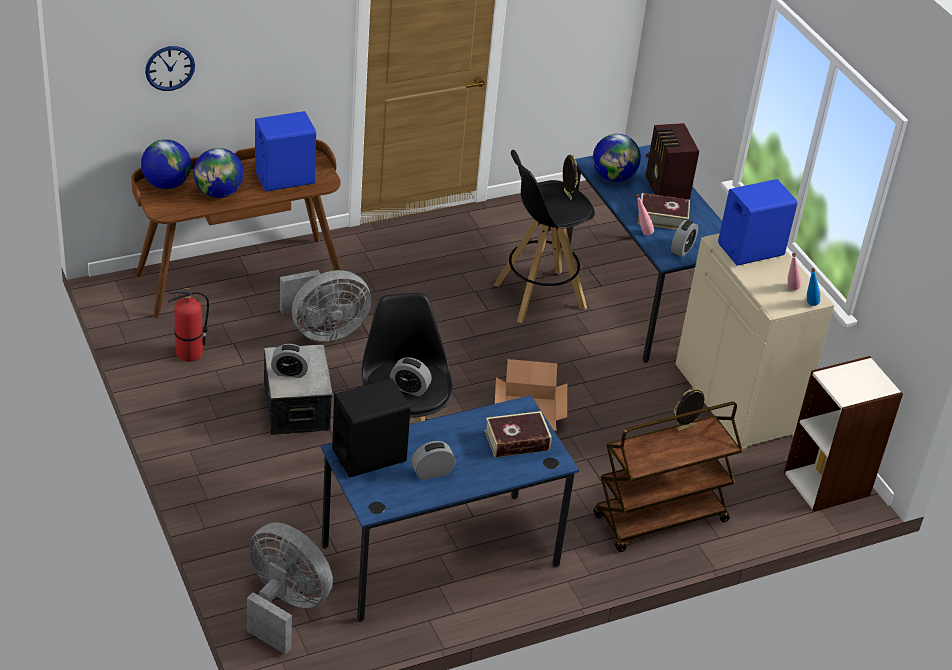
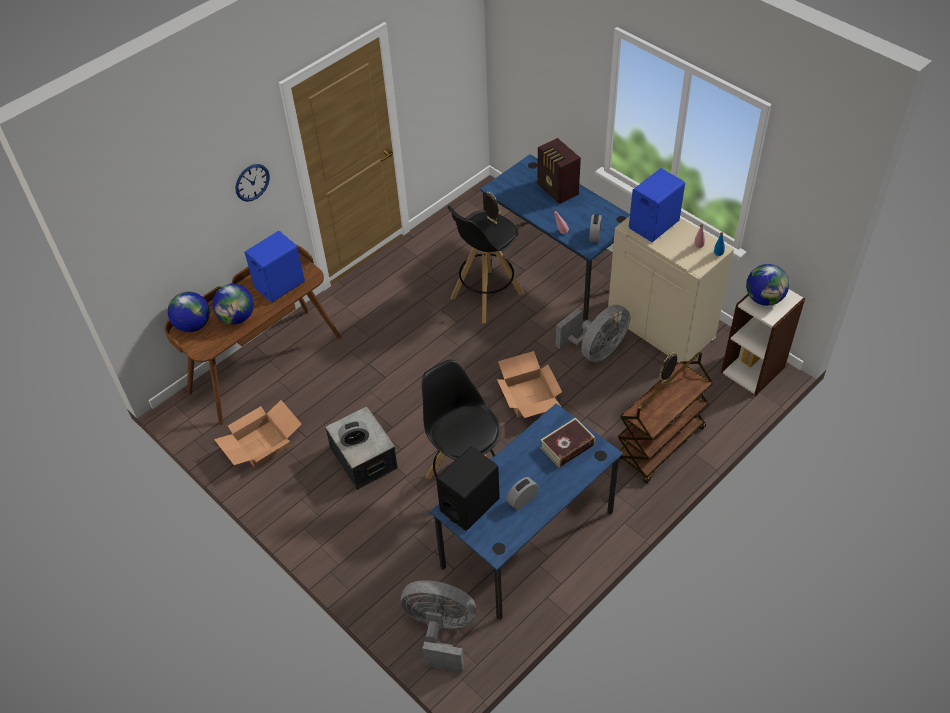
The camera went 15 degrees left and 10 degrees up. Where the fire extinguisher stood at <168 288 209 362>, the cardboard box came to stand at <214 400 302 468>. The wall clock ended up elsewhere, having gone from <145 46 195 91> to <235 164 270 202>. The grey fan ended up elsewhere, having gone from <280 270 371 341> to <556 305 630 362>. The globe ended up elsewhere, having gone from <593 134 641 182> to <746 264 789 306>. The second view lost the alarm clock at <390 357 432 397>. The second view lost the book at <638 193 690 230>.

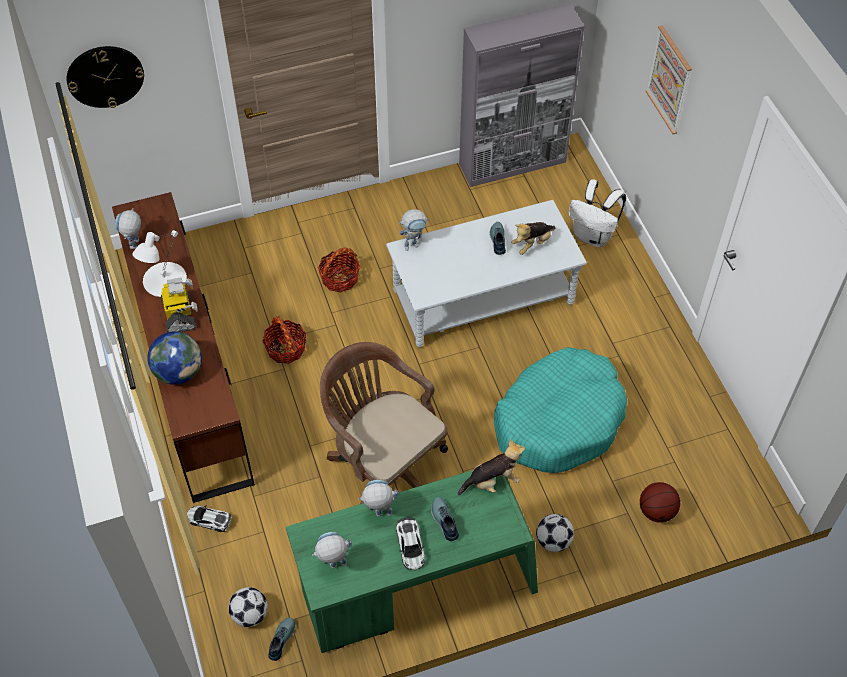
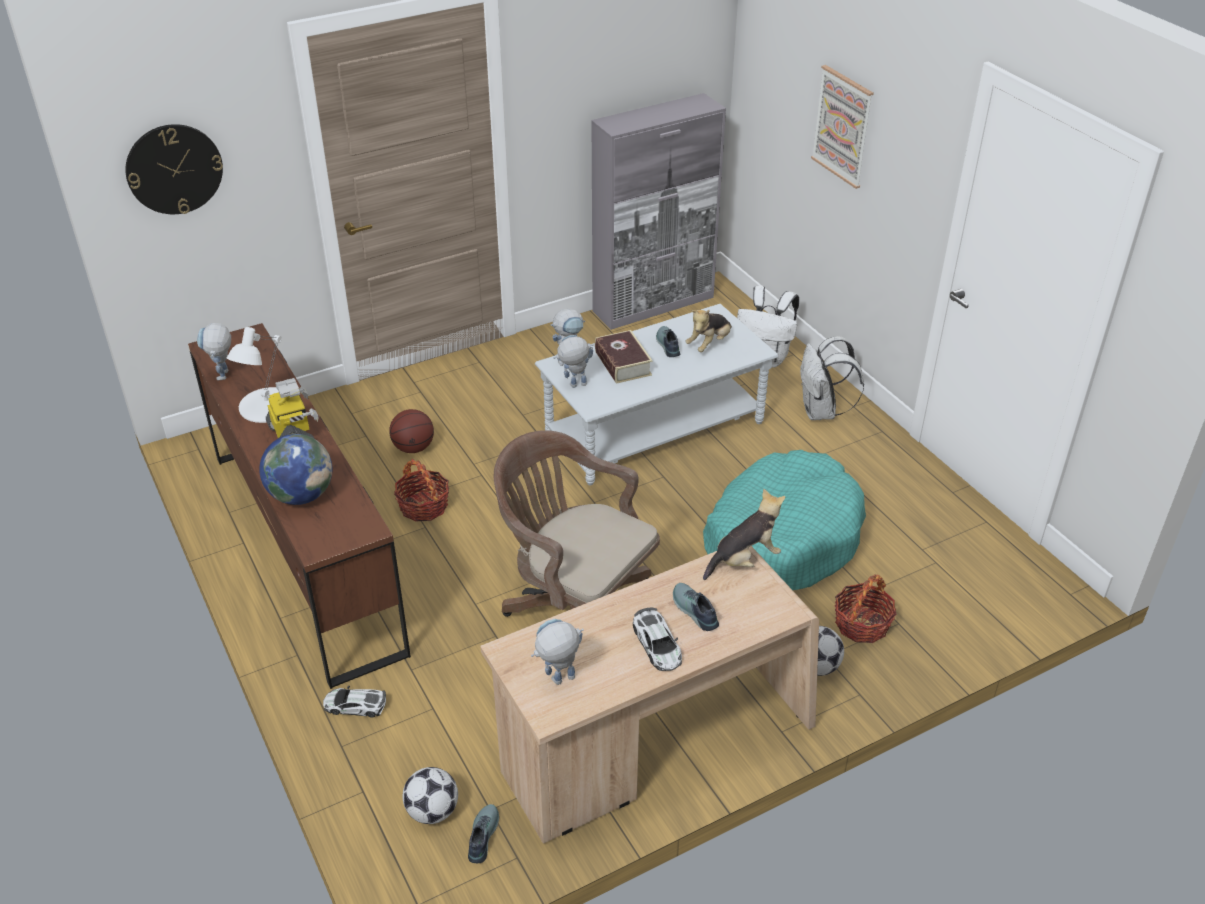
The camera went 10 degrees left and 15 degrees down. The basketball ended up elsewhere, having gone from <640 482 680 523> to <389 409 434 453>. What was the green desk at <286 470 538 653> turned into the beige desk at <480 546 819 844>. The toy robot ended up elsewhere, having gone from <358 480 399 517> to <554 335 593 388>. The second view gained the book at <595 330 653 384>. The second view gained the white backpack at <800 336 864 420>. The basket ended up elsewhere, having gone from <318 247 360 293> to <835 574 896 643>.

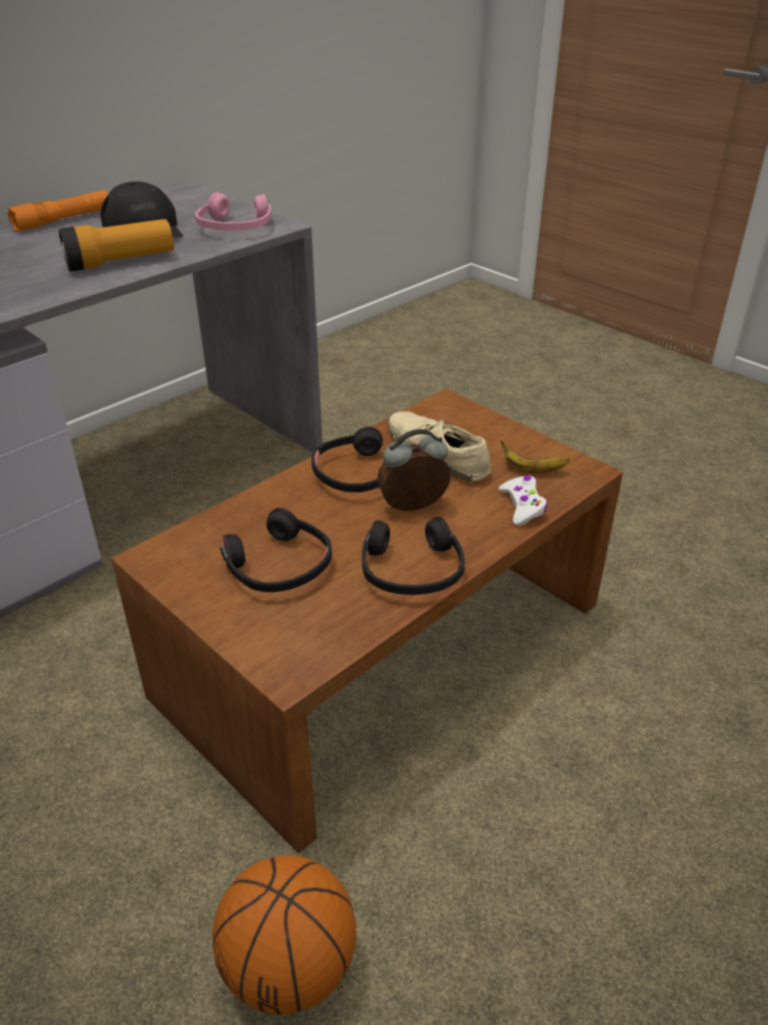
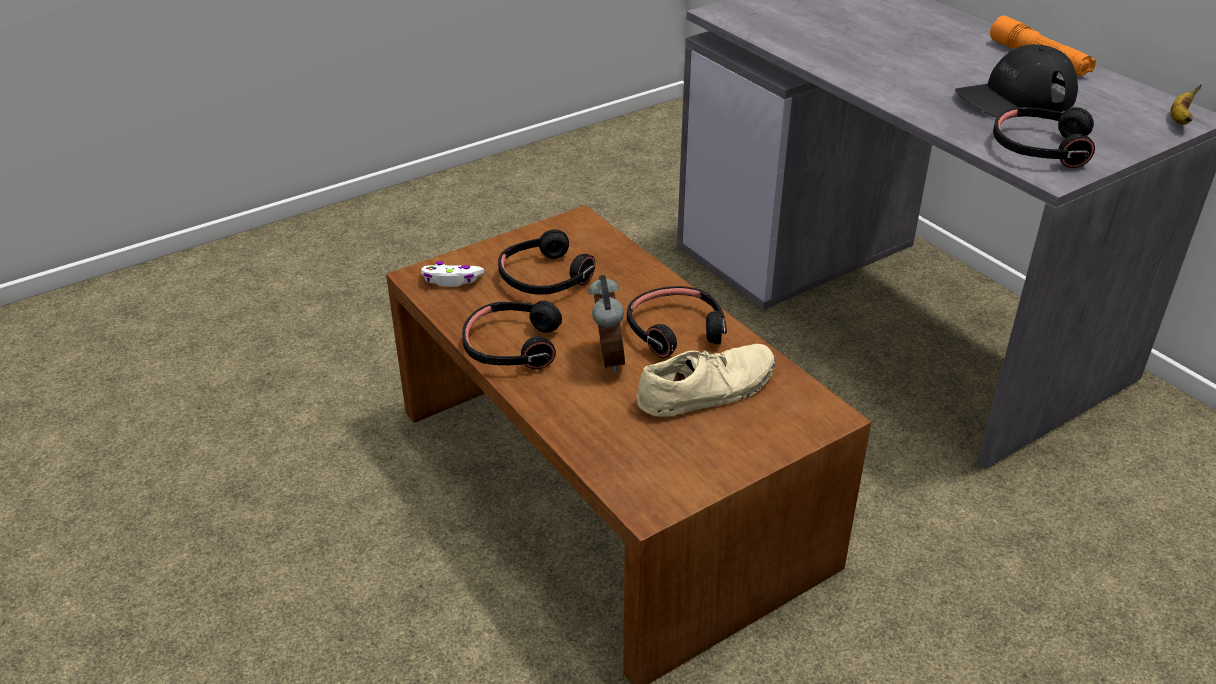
The camera went 100 degrees right and 0 degrees up. The white game controller ended up elsewhere, having gone from <499 475 548 526> to <421 261 484 287>. What was the pink headphones at <195 192 272 230> turned into the black headphones at <993 107 1095 168>. The banana ended up elsewhere, having gone from <501 441 570 473> to <1170 85 1201 125>. The second view lost the flashlight at <59 219 174 272>. The second view lost the basketball at <212 855 356 1015>.

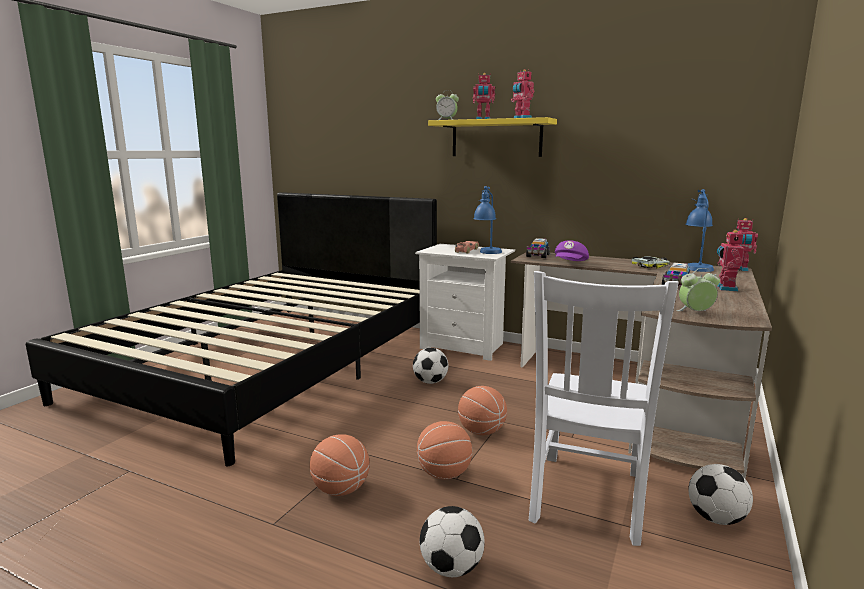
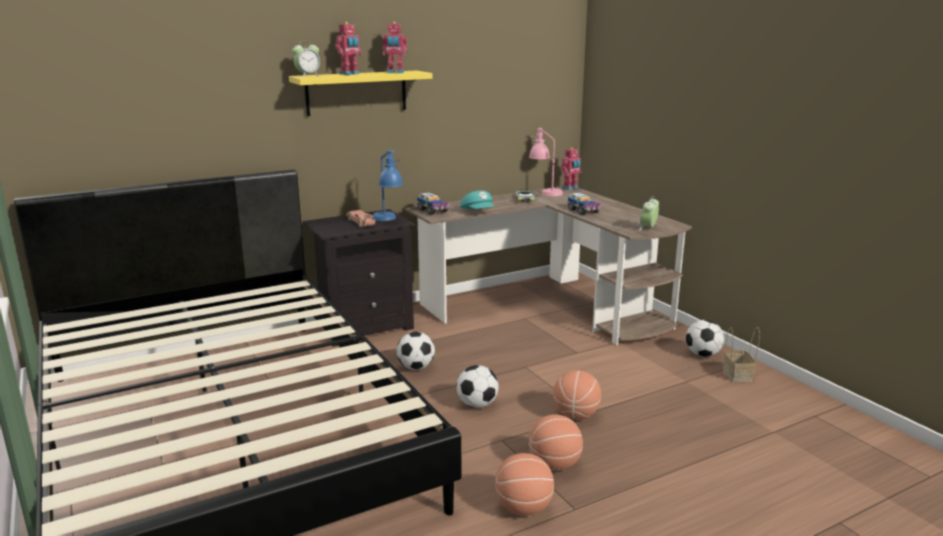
The camera went 55 degrees left and 5 degrees up. What was the white nightstand at <415 244 515 361> turned into the black nightstand at <302 209 415 347>. The football ended up elsewhere, having gone from <420 506 485 577> to <456 365 499 408>. What was the purple cap at <555 240 589 261> turned into the turquoise cap at <460 190 494 209>. The basketball ended up elsewhere, having gone from <458 386 507 435> to <495 453 554 516>. What was the blue table lamp at <685 189 714 272> turned into the pink table lamp at <529 127 563 196>. The second view gained the basket at <723 327 760 382>. The second view lost the white chair at <529 271 679 546>. The second view lost the toy robot at <717 230 744 291>.

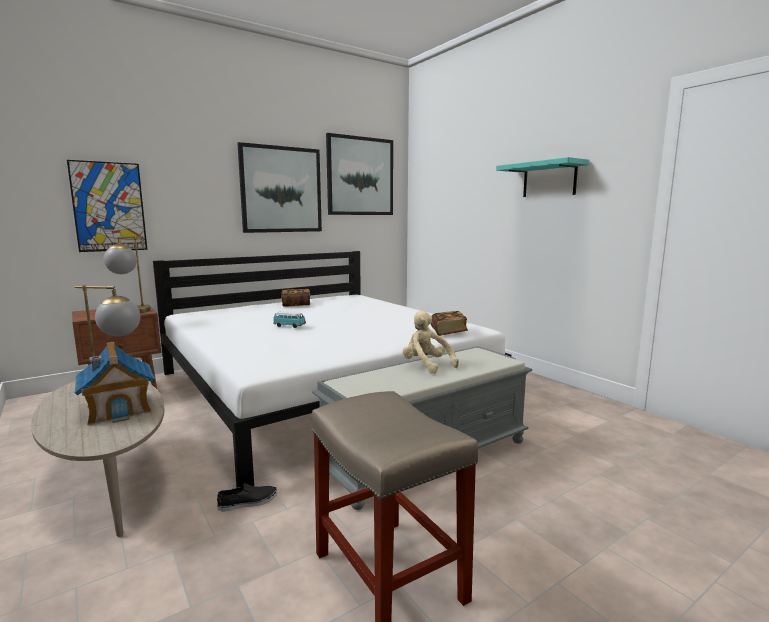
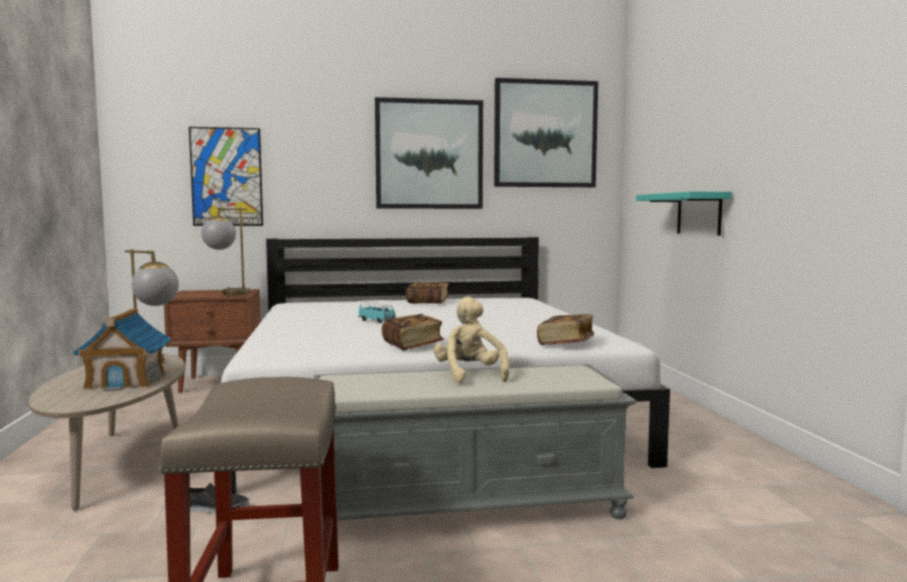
The camera went 25 degrees right and 5 degrees down. The second view gained the book at <382 314 444 350>. The turquoise shelf ended up elsewhere, having gone from <496 157 590 197> to <636 191 732 236>.

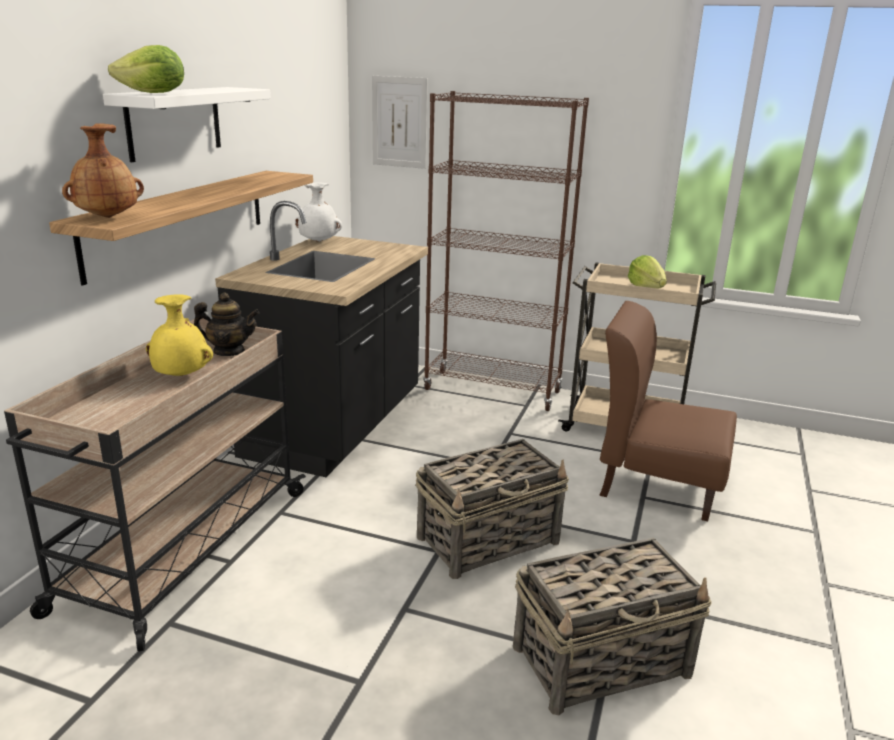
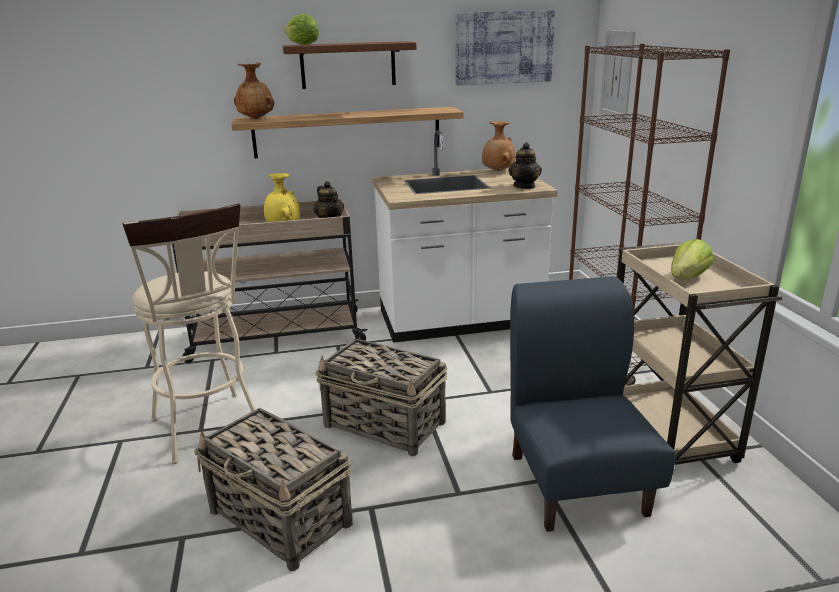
The camera went 60 degrees right and 0 degrees up. The second view gained the beige stool at <122 204 256 464>. What was the white shelf at <103 87 271 162> turned into the brown shelf at <283 41 417 89>. What was the black counter at <215 201 428 477> turned into the white counter at <372 130 558 343>. The second view gained the picture at <455 10 555 85>. What was the white vase at <295 183 342 242> turned into the brown vase at <482 121 515 171>. The second view gained the teapot at <508 142 542 189>. What was the brown chair at <599 301 737 522> turned into the blue chair at <510 276 675 532>.

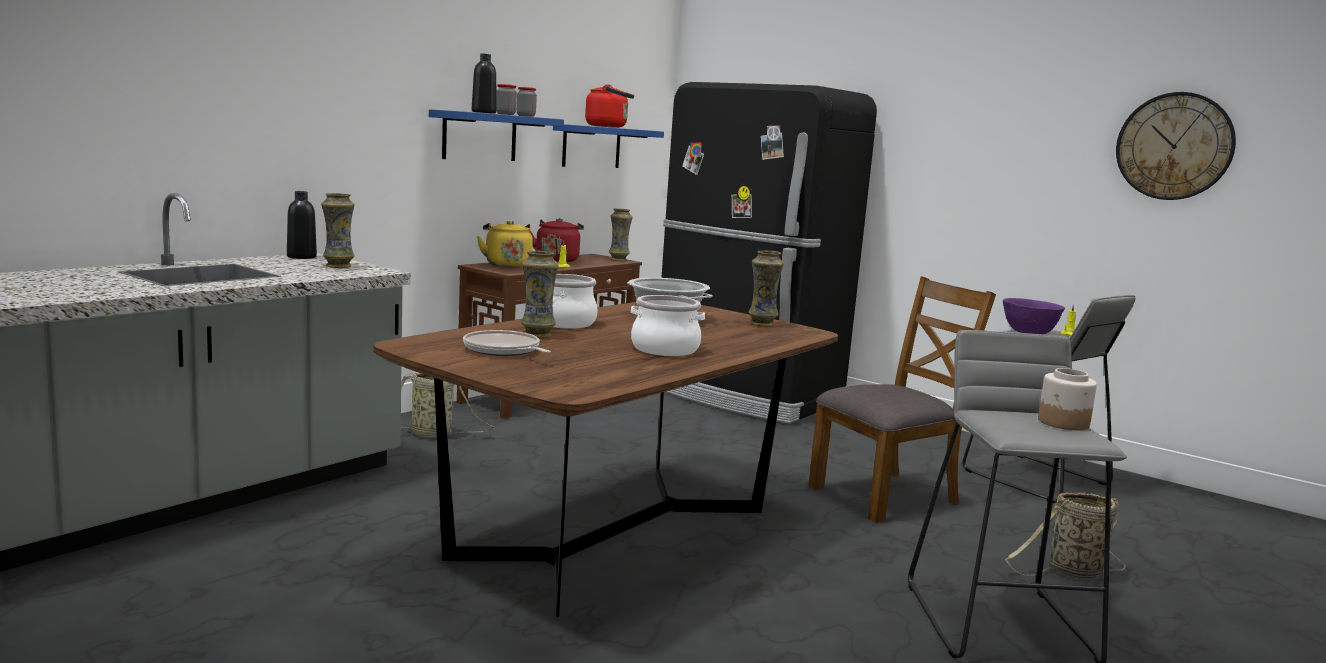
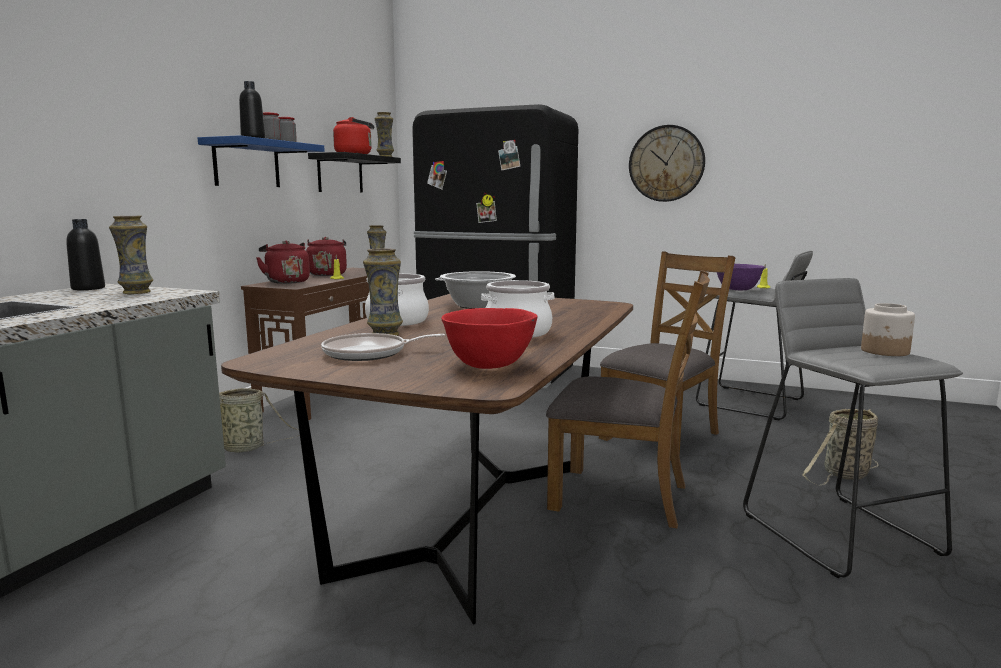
The camera went 15 degrees left and 0 degrees up. What was the yellow kettle at <477 221 533 268> turned into the red kettle at <256 241 310 284>. What was the blue shelf at <553 124 664 168> turned into the black shelf at <308 152 401 192>. The frying pan at <463 330 551 356> ended up facing another way, 45 degrees counterclockwise from before. The vase ended up elsewhere, having gone from <749 251 784 327> to <375 112 394 157>. The second view gained the red bowl at <441 308 538 369>. The second view gained the brown chair at <546 270 710 528>. The wall clock ended up elsewhere, having gone from <1116 92 1236 200> to <629 125 705 202>.

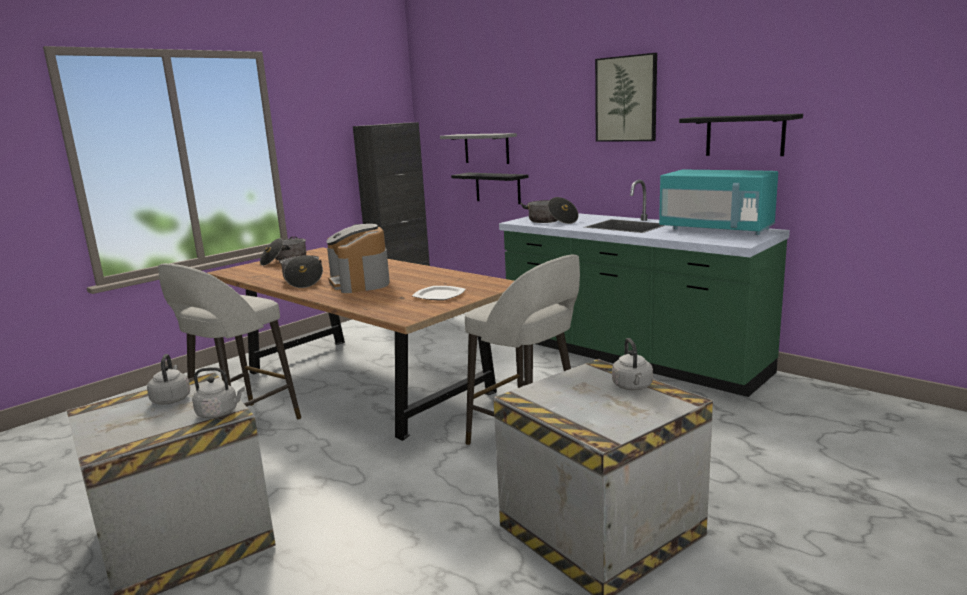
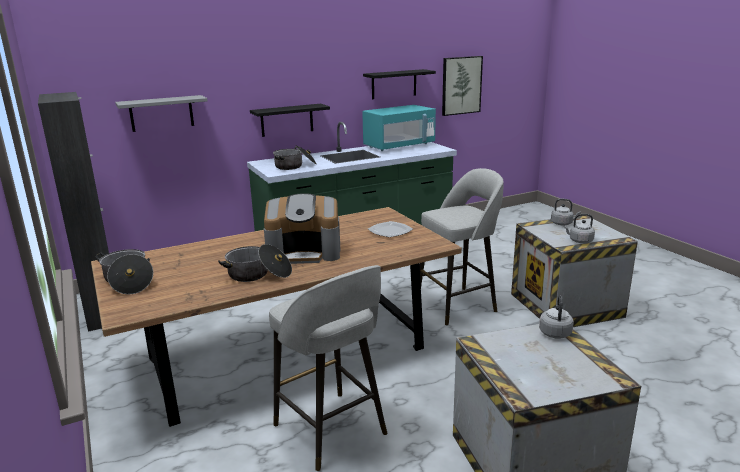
The camera went 70 degrees left and 5 degrees up. The black shelf ended up elsewhere, having gone from <451 173 528 204> to <250 104 330 137>. The picture ended up elsewhere, having gone from <595 53 657 142> to <442 56 483 116>. The grey kettle ended up elsewhere, having gone from <147 354 190 405> to <564 214 595 243>.

